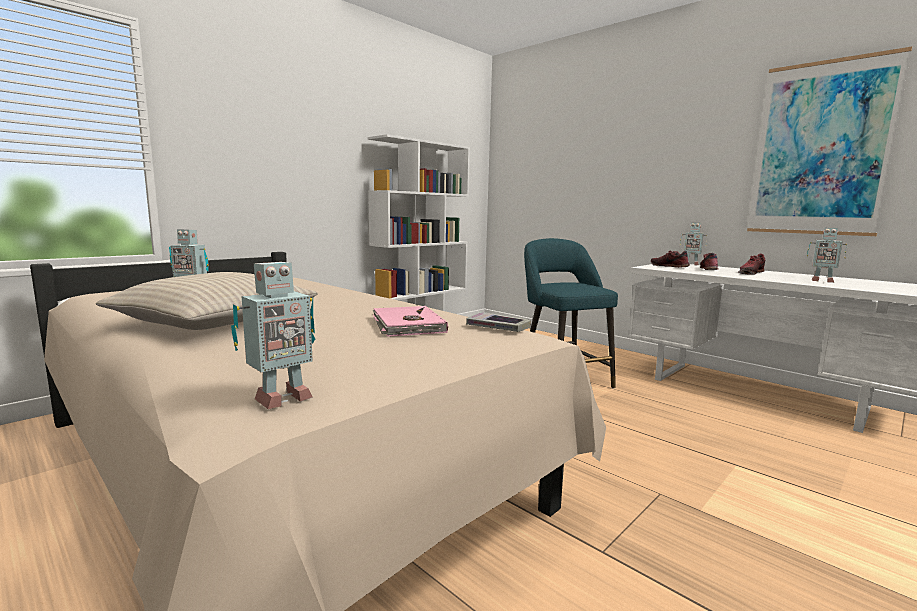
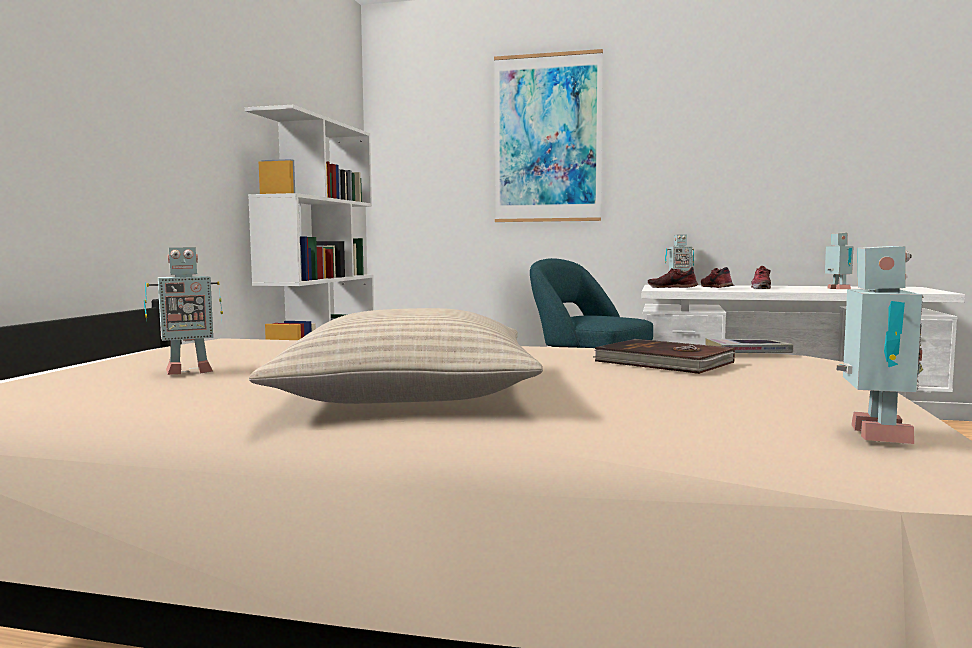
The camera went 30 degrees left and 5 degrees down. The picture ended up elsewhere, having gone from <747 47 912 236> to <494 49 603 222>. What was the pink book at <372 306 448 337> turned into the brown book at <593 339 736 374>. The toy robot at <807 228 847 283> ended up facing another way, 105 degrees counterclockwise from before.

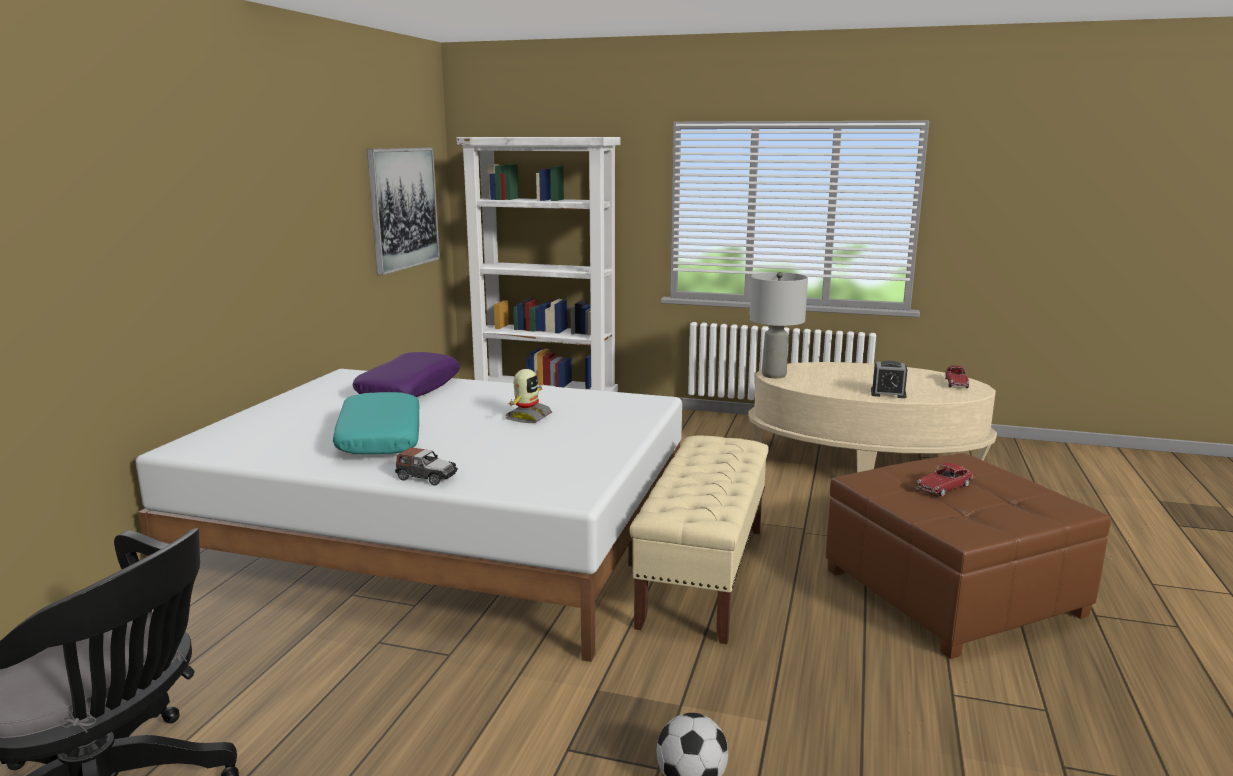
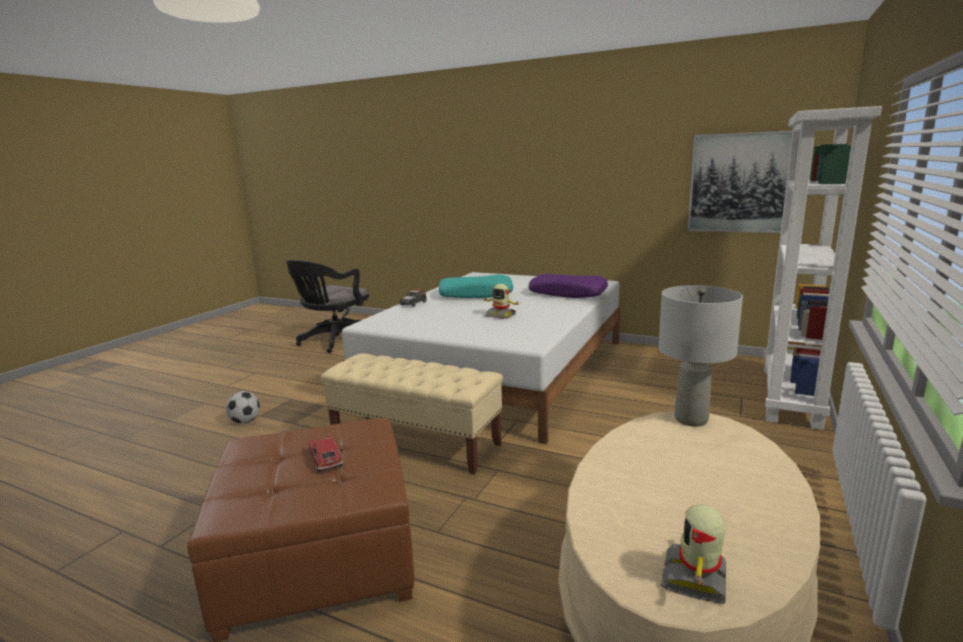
The camera went 100 degrees right and 0 degrees up. Where the toy car stood at <945 365 969 388>, the toy robot came to stand at <661 505 726 604>. The second view lost the alarm clock at <871 361 907 398>.

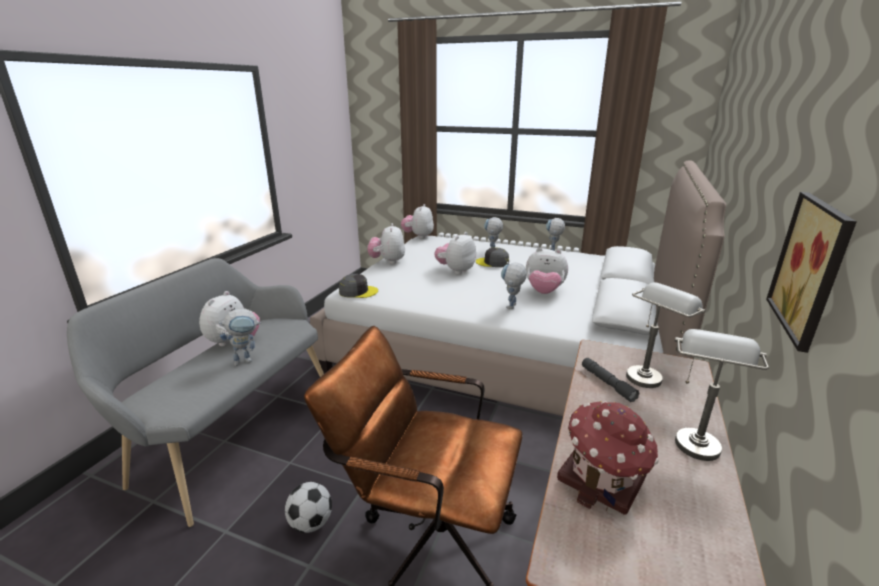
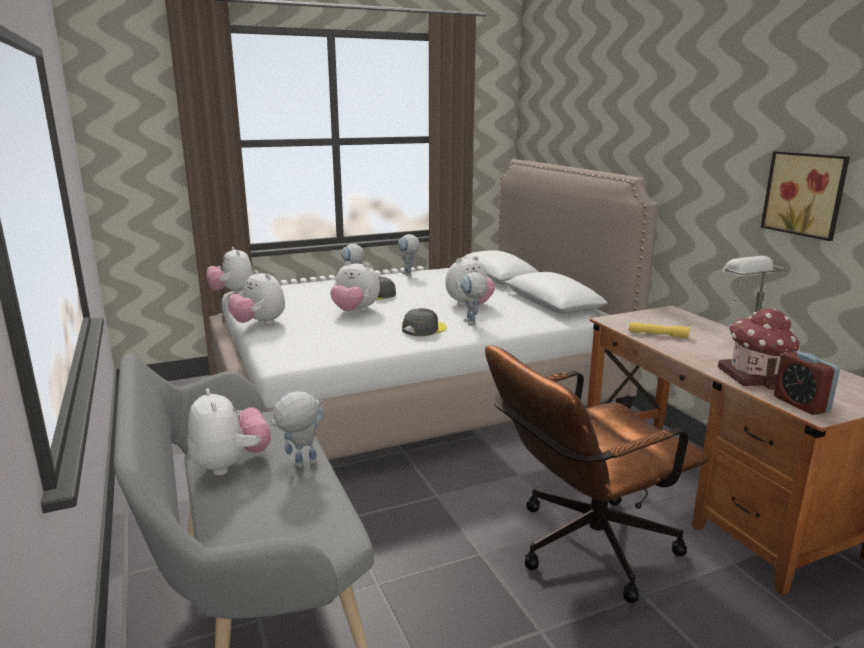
The camera went 45 degrees left and 5 degrees down. The toy robot at <218 309 261 366> ended up facing another way, 135 degrees counterclockwise from before. The plush toy at <434 232 476 274> ended up facing another way, 60 degrees counterclockwise from before. The grey cap ended up elsewhere, having gone from <339 274 378 298> to <402 308 447 336>. What was the grey flashlight at <582 358 639 402> turned into the yellow flashlight at <629 322 690 339>. The second view gained the alarm clock at <774 351 840 415>. The second view lost the football at <285 482 332 533>. The second view lost the grey table lamp at <626 282 705 388>.

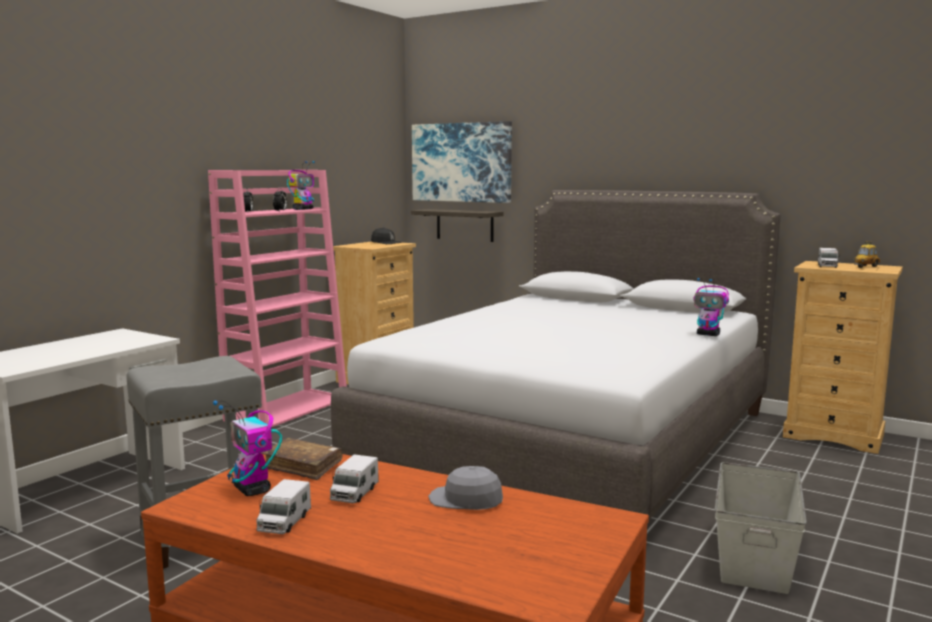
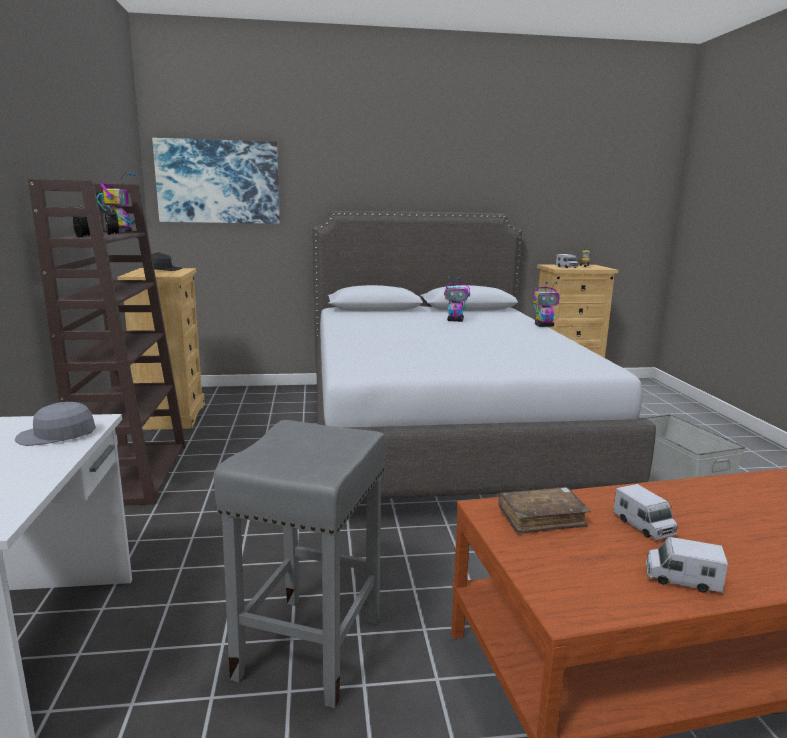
The camera went 40 degrees left and 5 degrees up. The grey cap ended up elsewhere, having gone from <428 466 503 510> to <15 402 96 446>. What was the pink bookcase at <208 170 347 427> turned into the brown bookcase at <28 179 186 506>. The toy robot ended up elsewhere, having gone from <213 401 282 496> to <444 277 470 322>. The toy truck at <256 479 311 534> ended up facing another way, 135 degrees clockwise from before. The second view lost the shelf at <411 209 503 242>.

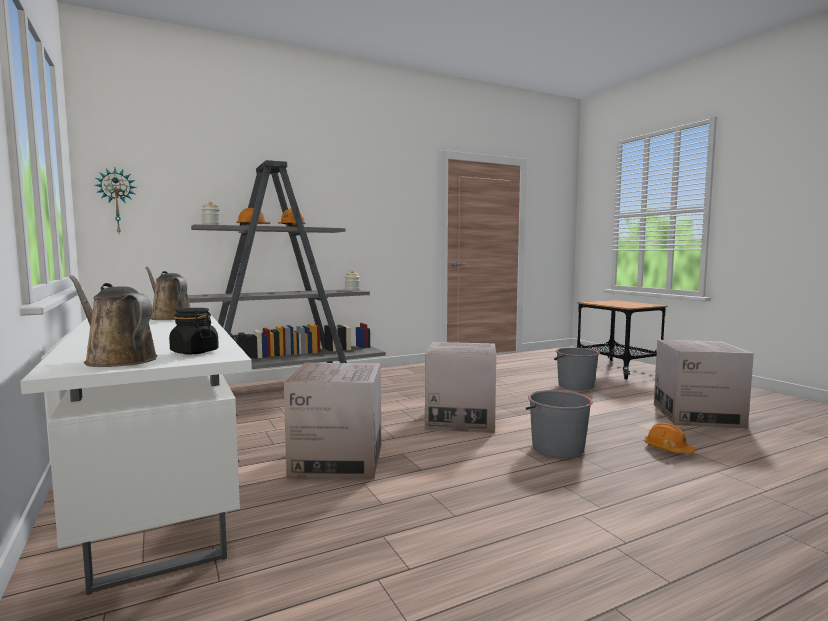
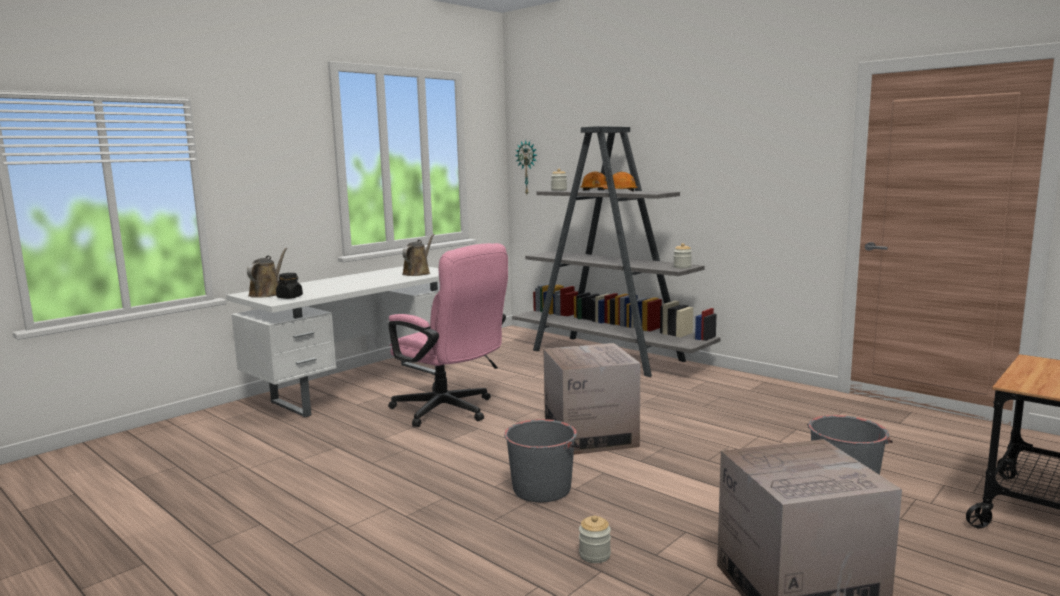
The camera went 70 degrees right and 5 degrees up. Where the cardboard box stood at <284 363 381 478>, the pink office chair came to stand at <388 243 508 427>. Where the orange hard hat stood at <644 423 695 454>, the jar came to stand at <579 515 611 563>.

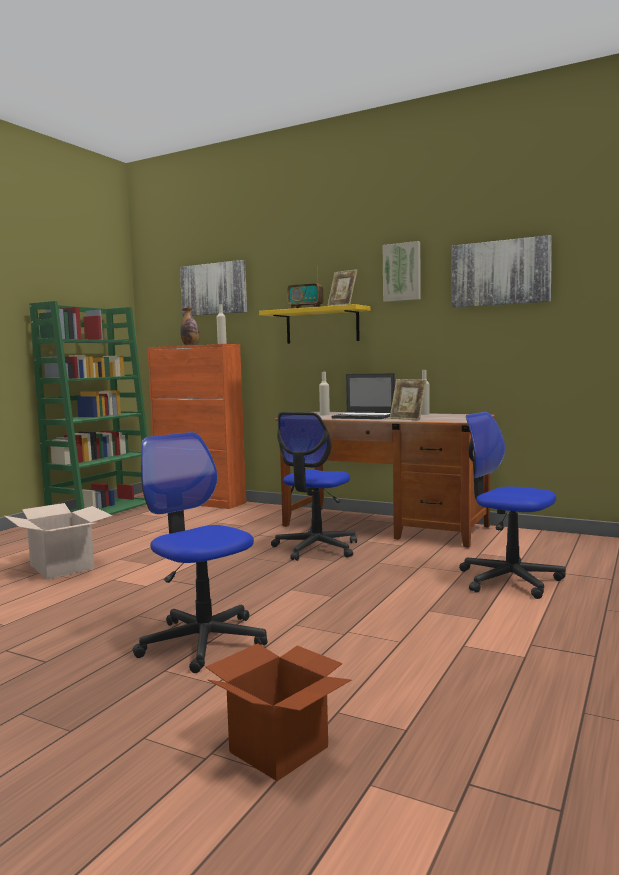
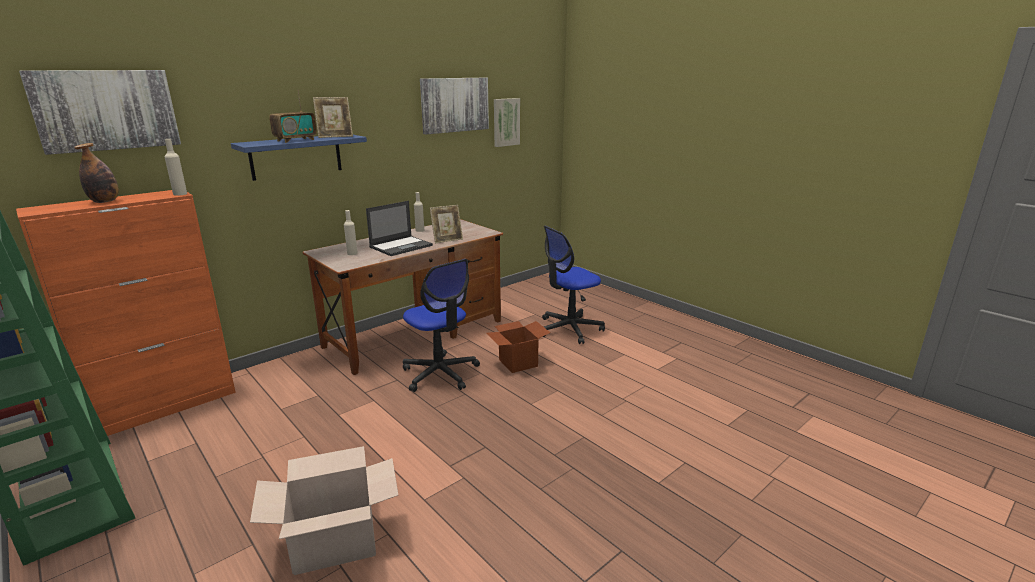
The camera went 70 degrees left and 15 degrees up. What was the yellow shelf at <259 304 370 344> turned into the blue shelf at <231 135 367 181>. The cardboard box ended up elsewhere, having gone from <206 643 351 781> to <486 321 551 373>. The picture ended up elsewhere, having gone from <383 241 421 302> to <494 98 520 147>. The second view lost the office chair at <133 432 268 673>.

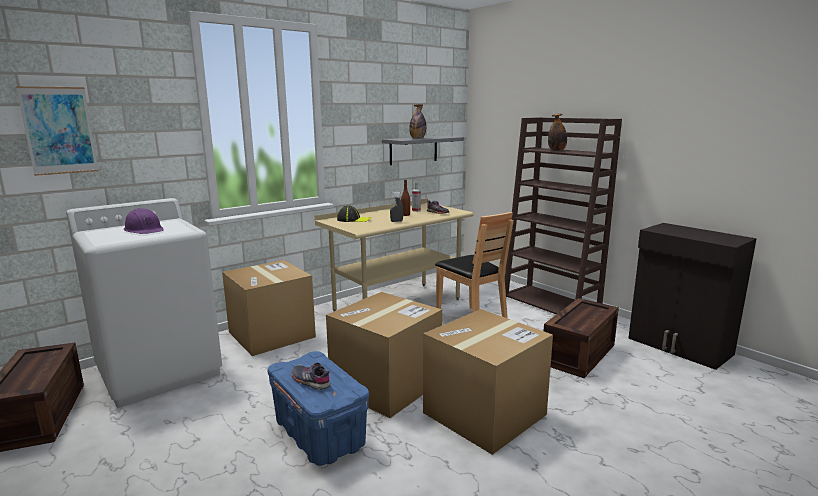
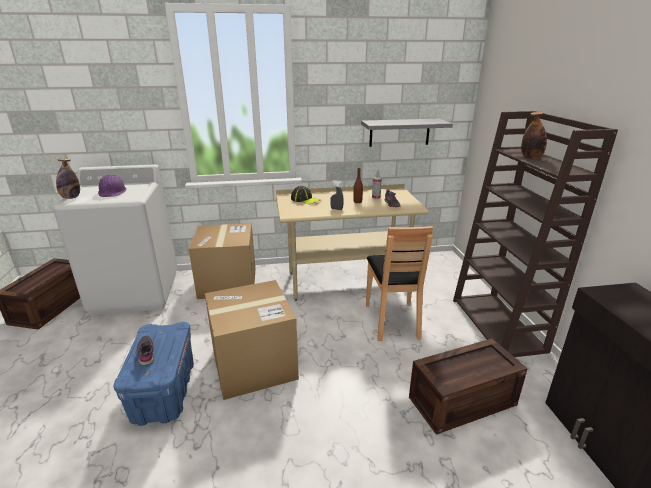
The camera went 30 degrees right and 10 degrees up. The bottle ended up elsewhere, having gone from <409 104 426 139> to <56 158 80 199>. The second view lost the picture at <16 86 99 176>. The second view lost the cardboard box at <423 309 553 455>.

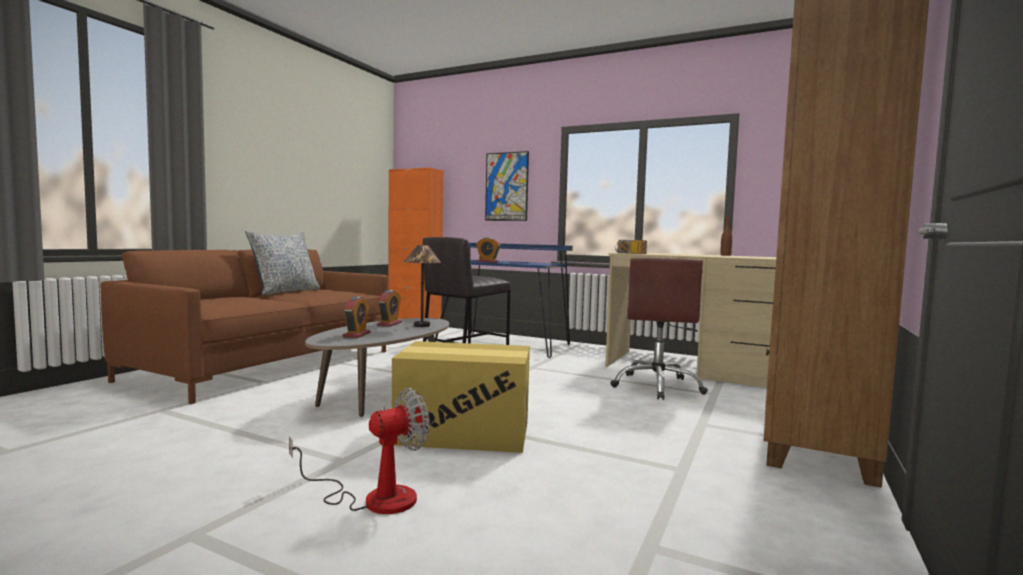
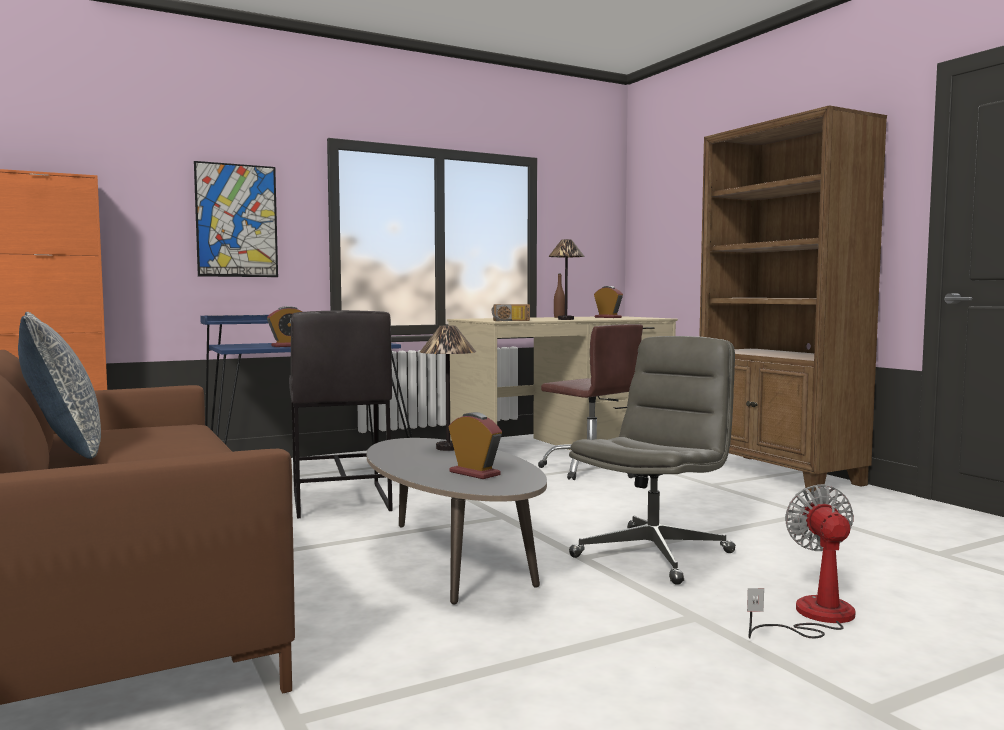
The camera went 55 degrees left and 0 degrees up. The second view gained the table lamp at <548 239 585 320>. Where the cardboard box stood at <392 341 530 453>, the grey office chair came to stand at <569 336 736 585>. The alarm clock ended up elsewhere, having gone from <377 290 402 327> to <594 286 623 318>.

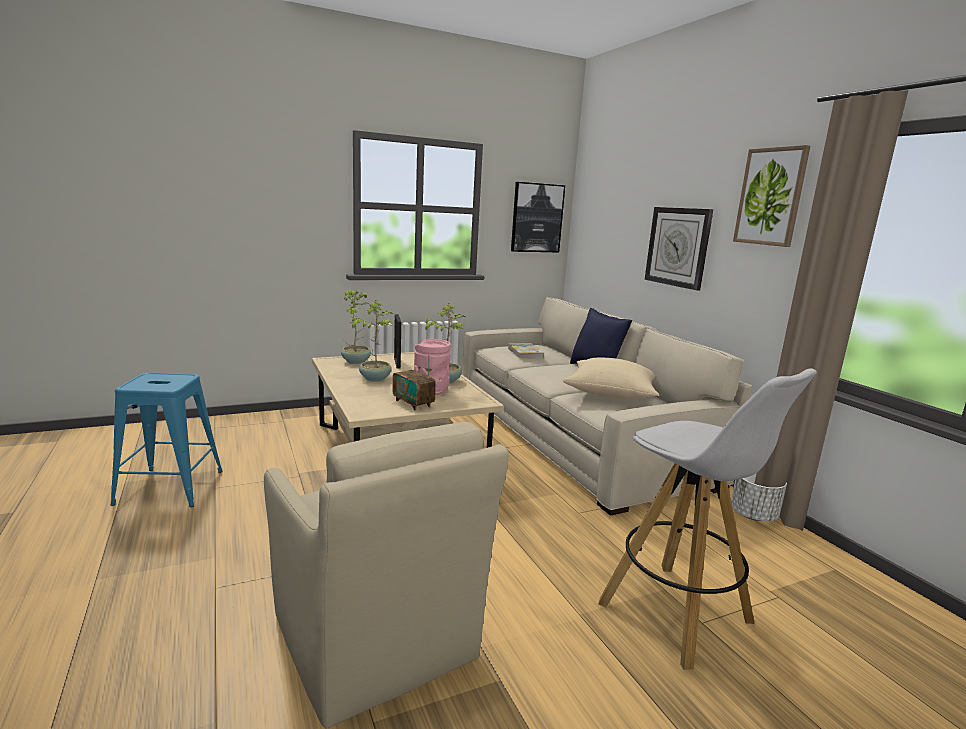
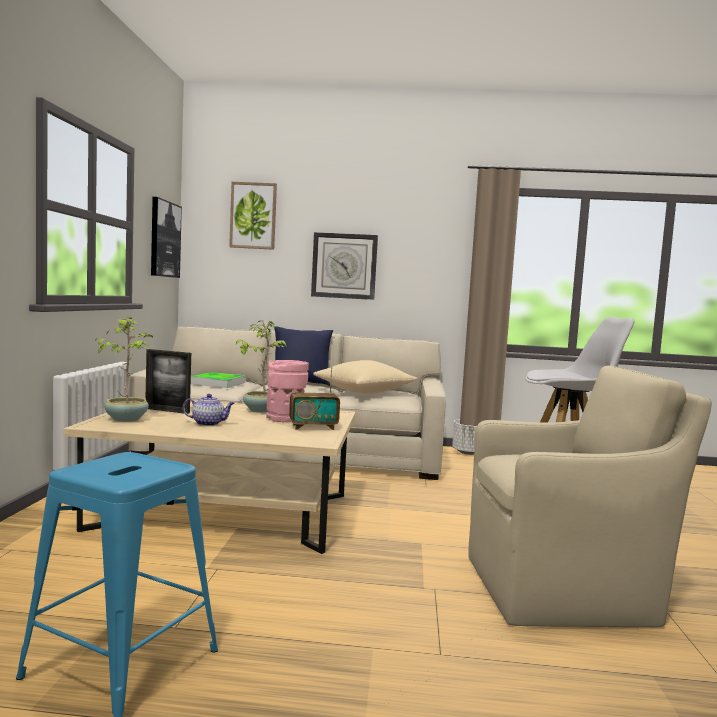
The camera went 60 degrees left and 10 degrees down. Where the potted plant stood at <351 300 393 382>, the teapot came to stand at <183 394 235 426>. Where the book stood at <508 343 544 359>, the tray came to stand at <191 372 246 388>. The picture ended up elsewhere, having gone from <733 145 810 247> to <229 182 277 250>.

